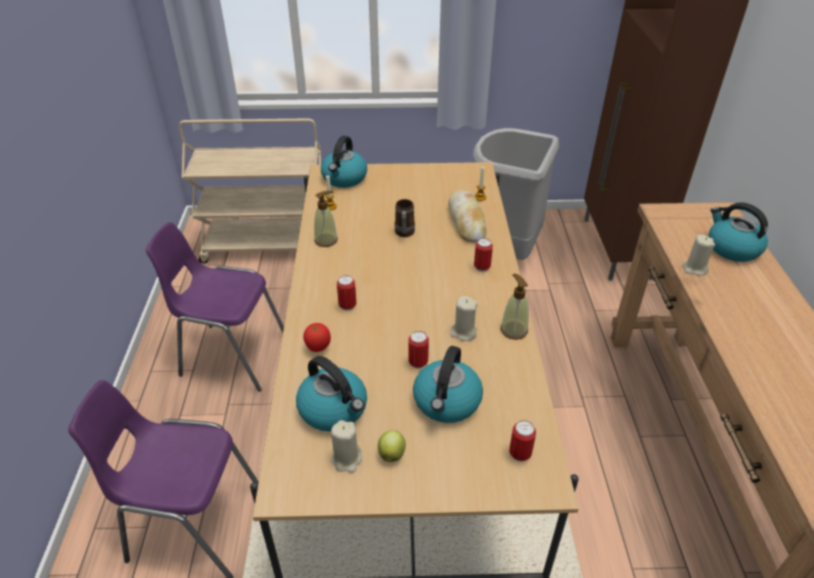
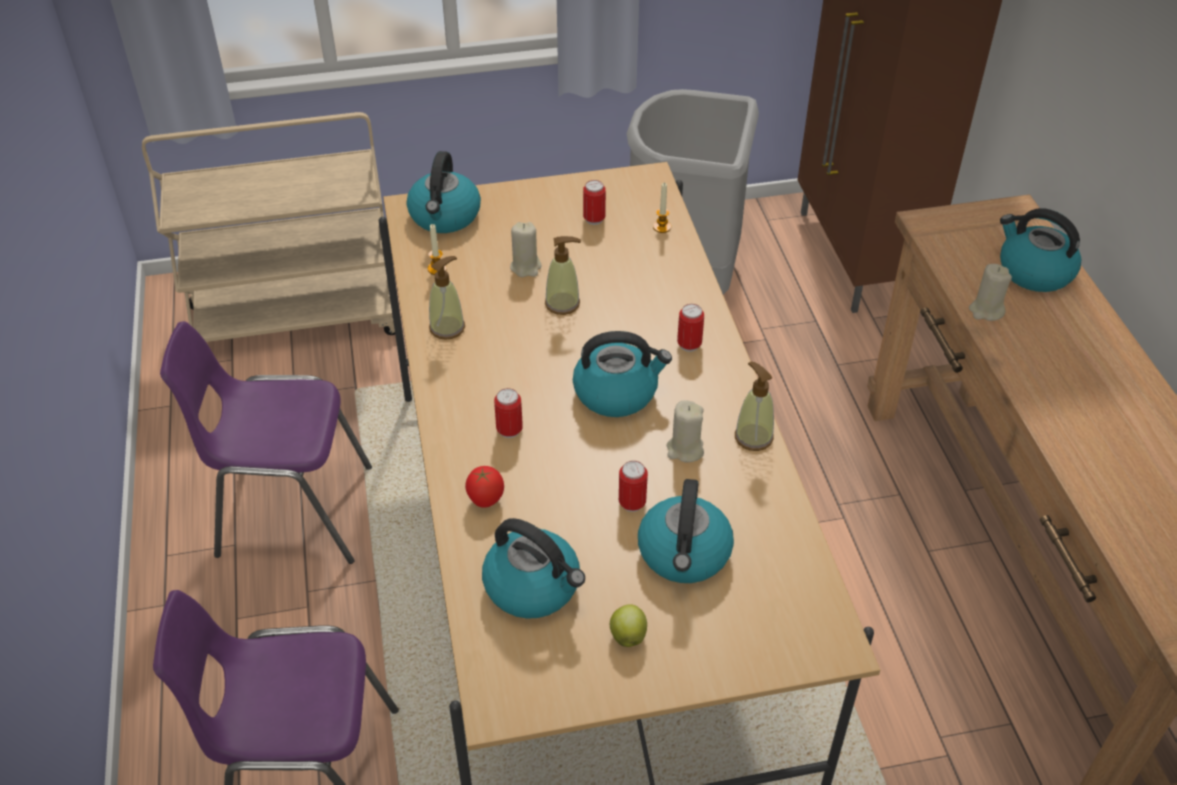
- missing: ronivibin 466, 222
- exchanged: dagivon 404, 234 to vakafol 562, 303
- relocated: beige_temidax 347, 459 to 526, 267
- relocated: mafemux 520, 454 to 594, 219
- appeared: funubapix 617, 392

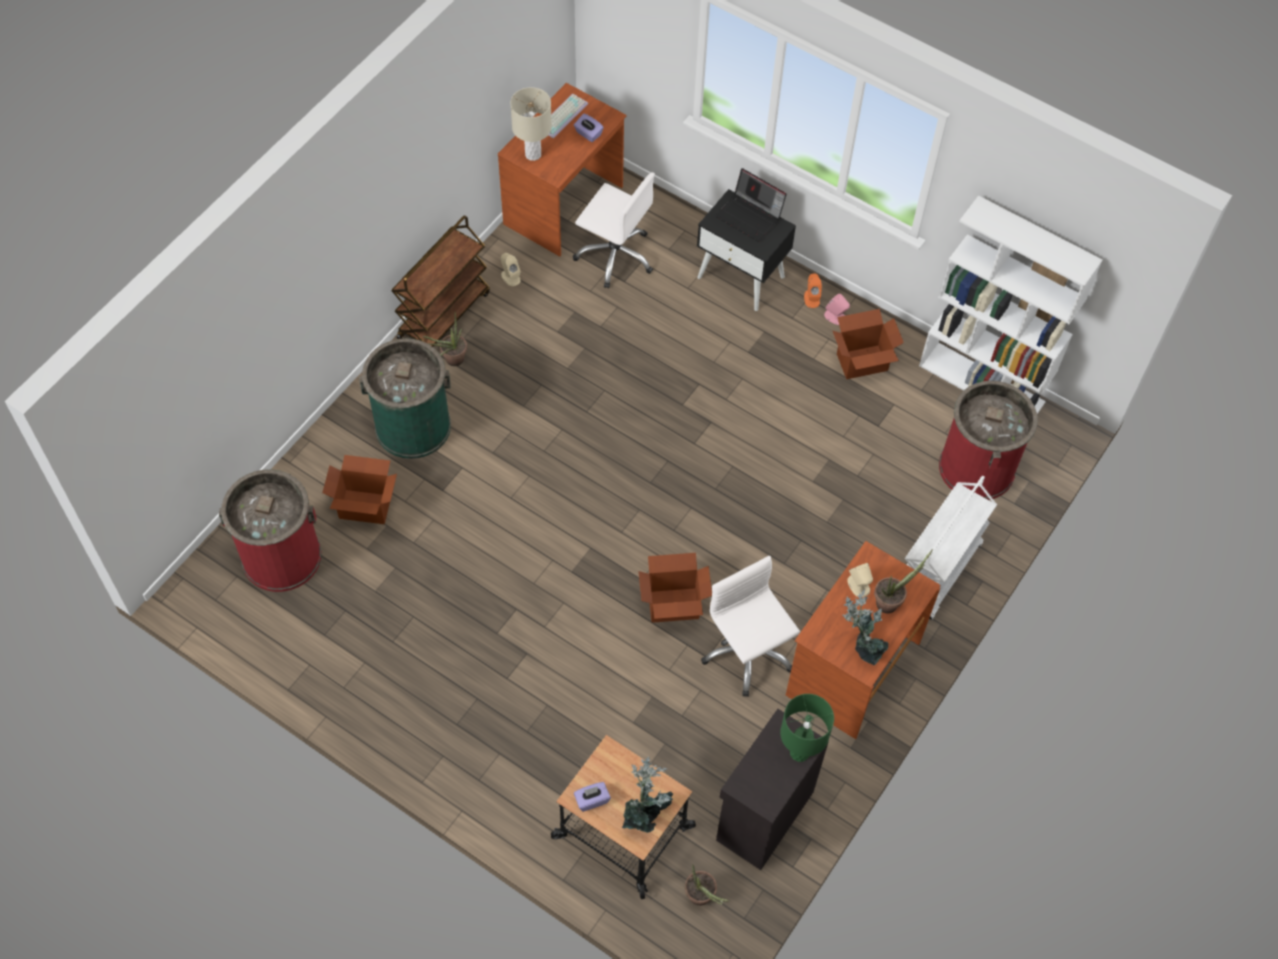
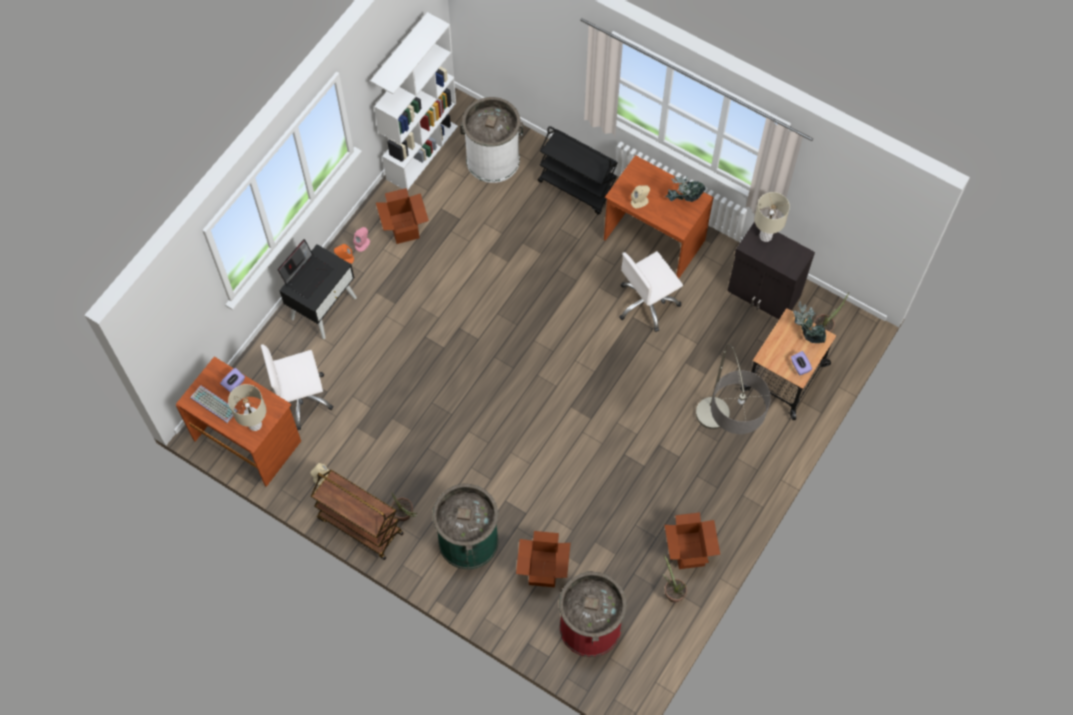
- spun: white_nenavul 615, 255 = 301, 399 135 degrees counterclockwise
- colour: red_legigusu 976, 467 to white_legigusu 493, 159
- colour: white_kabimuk 937, 572 to black_kabimuk 577, 187
- relocated: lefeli 891, 601 to 672, 592
- relocated: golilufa 673, 606 to 689, 550
- colour: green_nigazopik 799, 752 to beige_nigazopik 765, 236
- appeared: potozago 718, 451

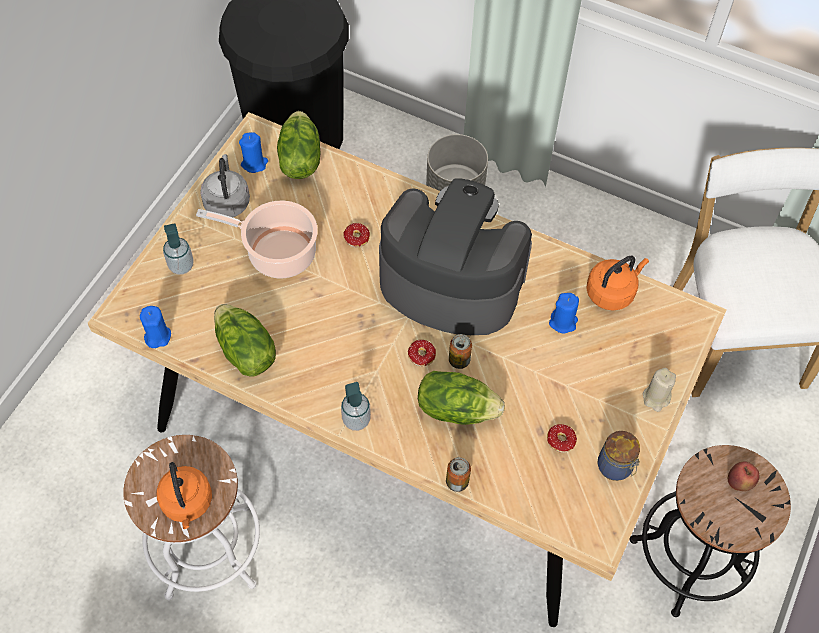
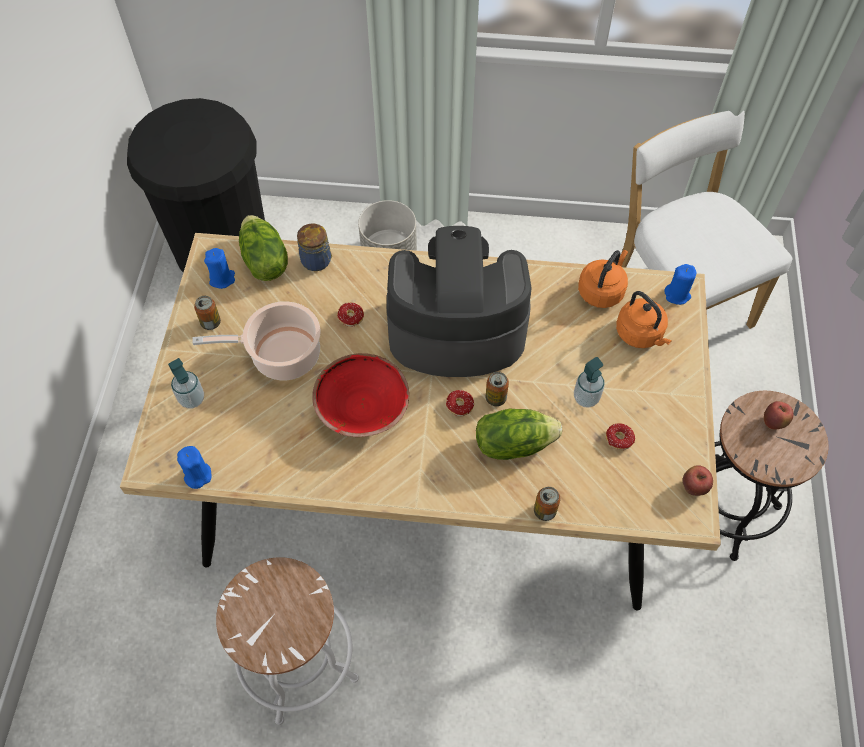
- exchanged: grey_funubapix 227, 201 to mafemux 211, 322
- relocated: blue_temidax 563, 322 to 677, 295
- missing: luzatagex 245, 352
- missing: beige_temidax 656, 398
- relocated: vakafol 356, 420 to 586, 398
- relocated: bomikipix 615, 467 to 317, 261
- relocated: orange_funubapix 187, 504 to 640, 334
- appeared: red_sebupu 362, 408
- appeared: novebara 693, 487

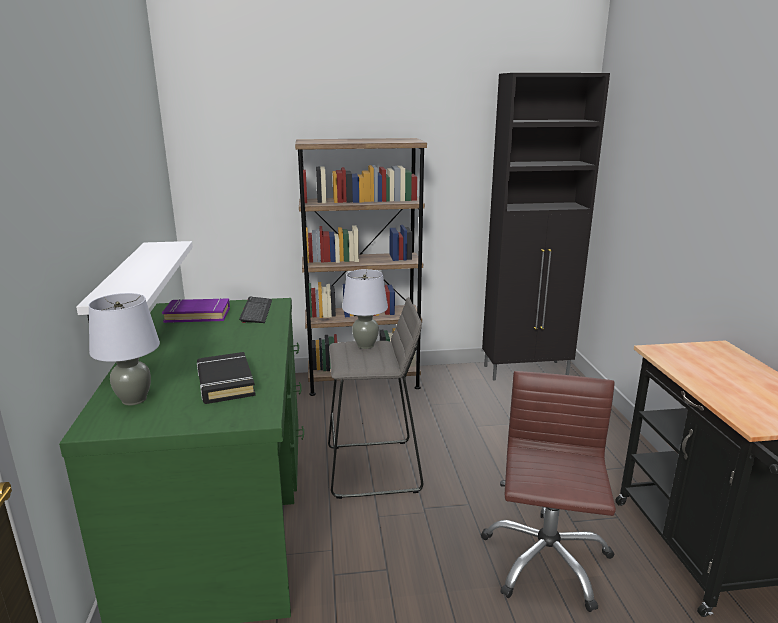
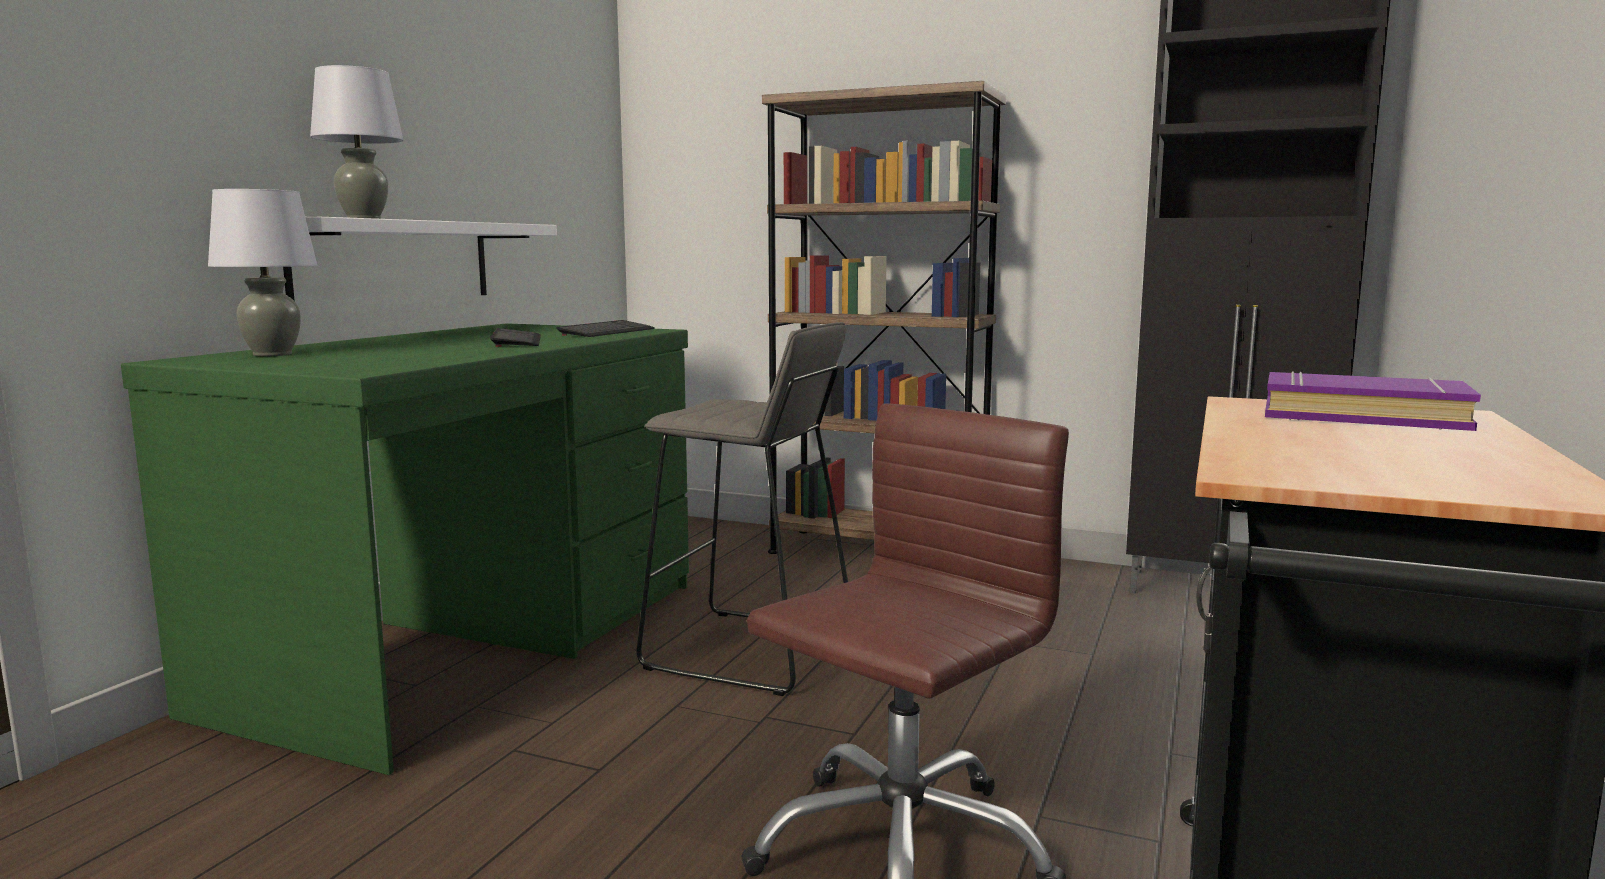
- relocated: grey_nigazopik 365, 345 to 364, 219
- relocated: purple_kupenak 198, 315 to 1362, 415
- missing: black_kupenak 225, 383
- appeared: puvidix 517, 341

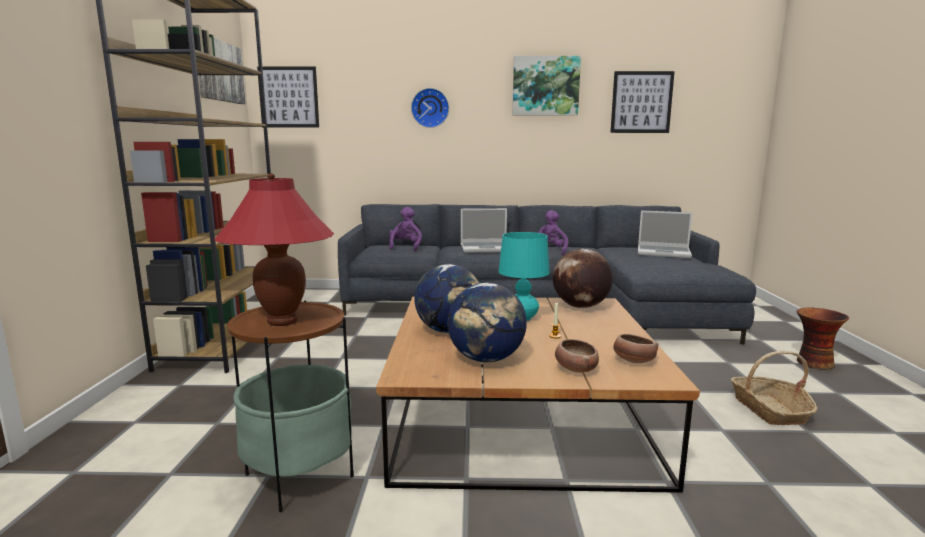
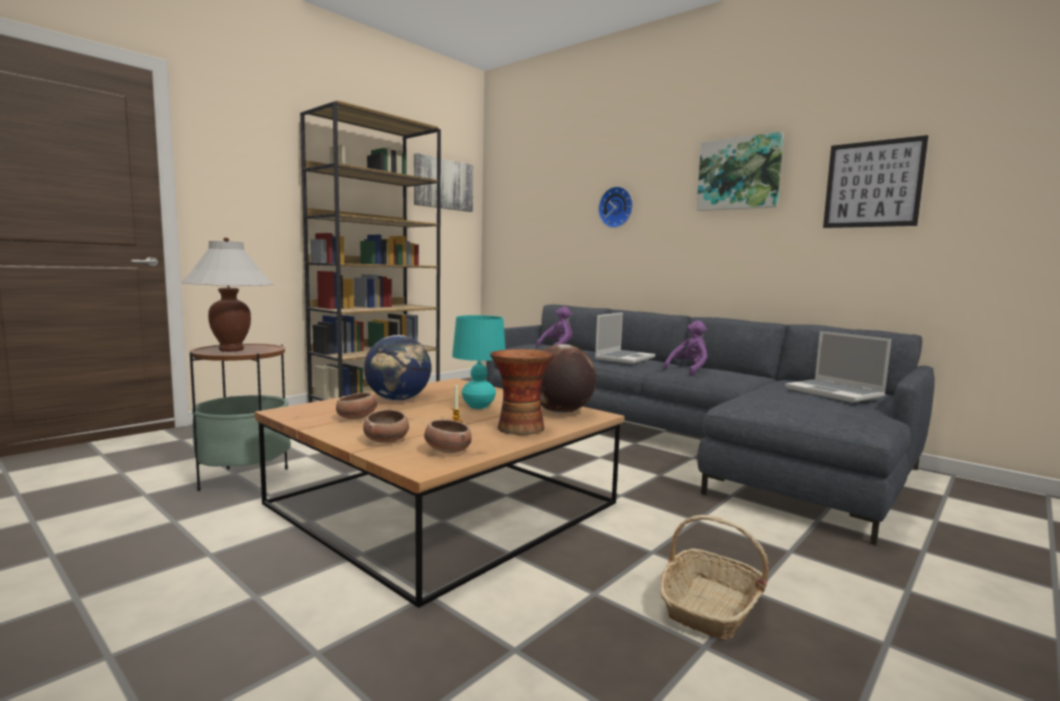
- missing: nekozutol 288, 97
- colour: red_nigazopik 283, 321 to white_nigazopik 231, 350
- spun: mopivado 486, 248 = 624, 358 90 degrees counterclockwise
- exchanged: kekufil 486, 359 to sebupu 357, 418
- relocated: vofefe 813, 363 to 519, 428

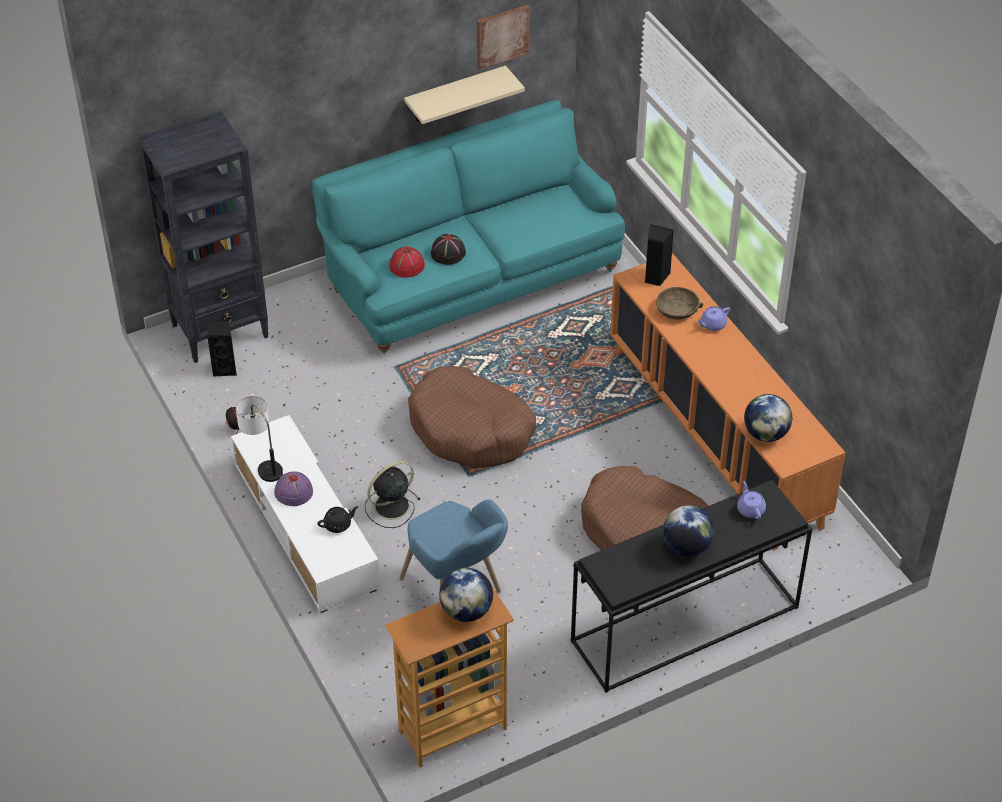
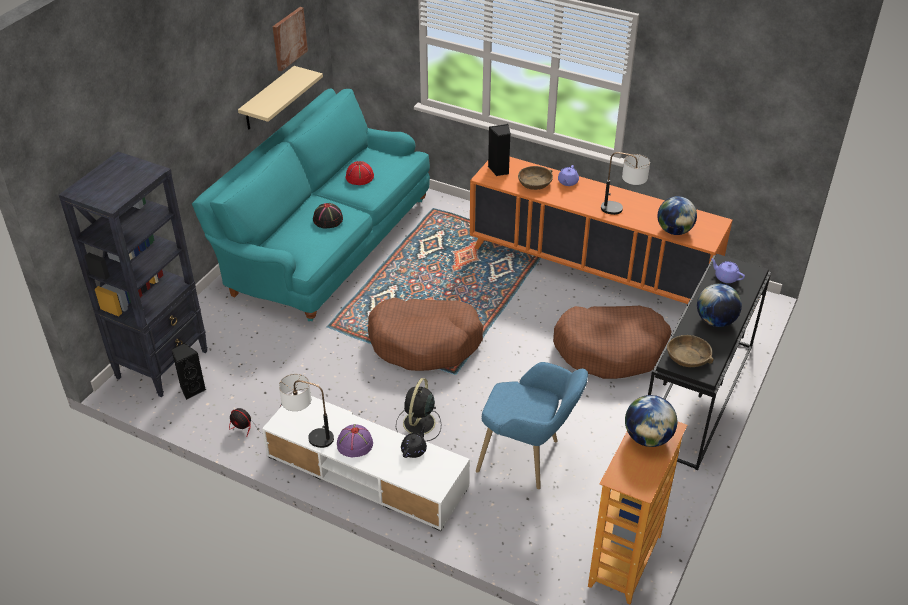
- relocated: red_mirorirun 406, 266 to 359, 177
- appeared: nigazopik 622, 210
- appeared: brown_sebupu 688, 357

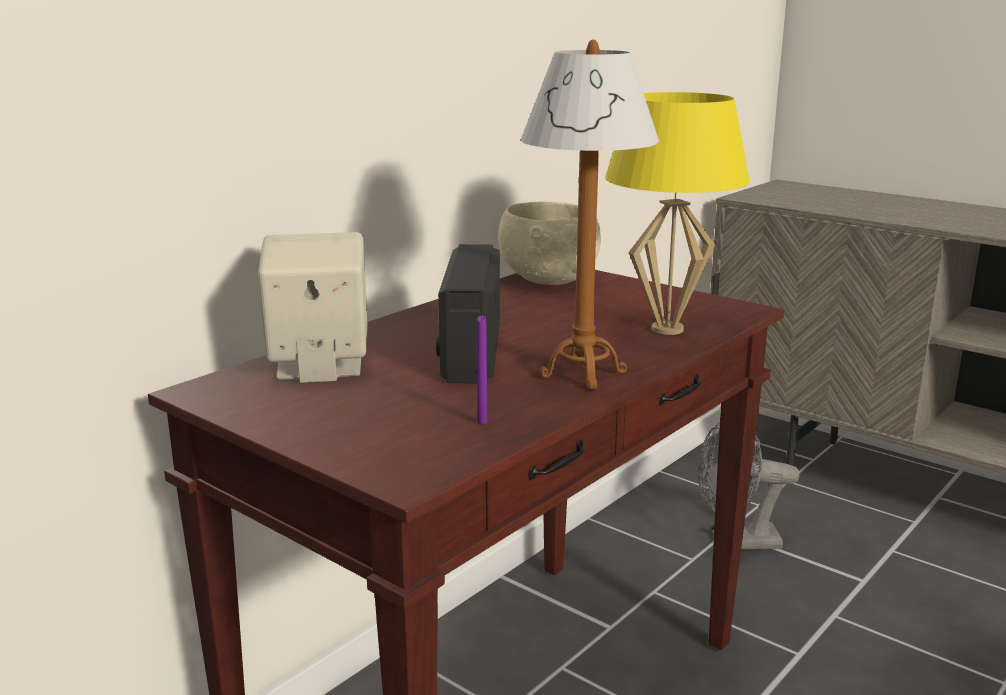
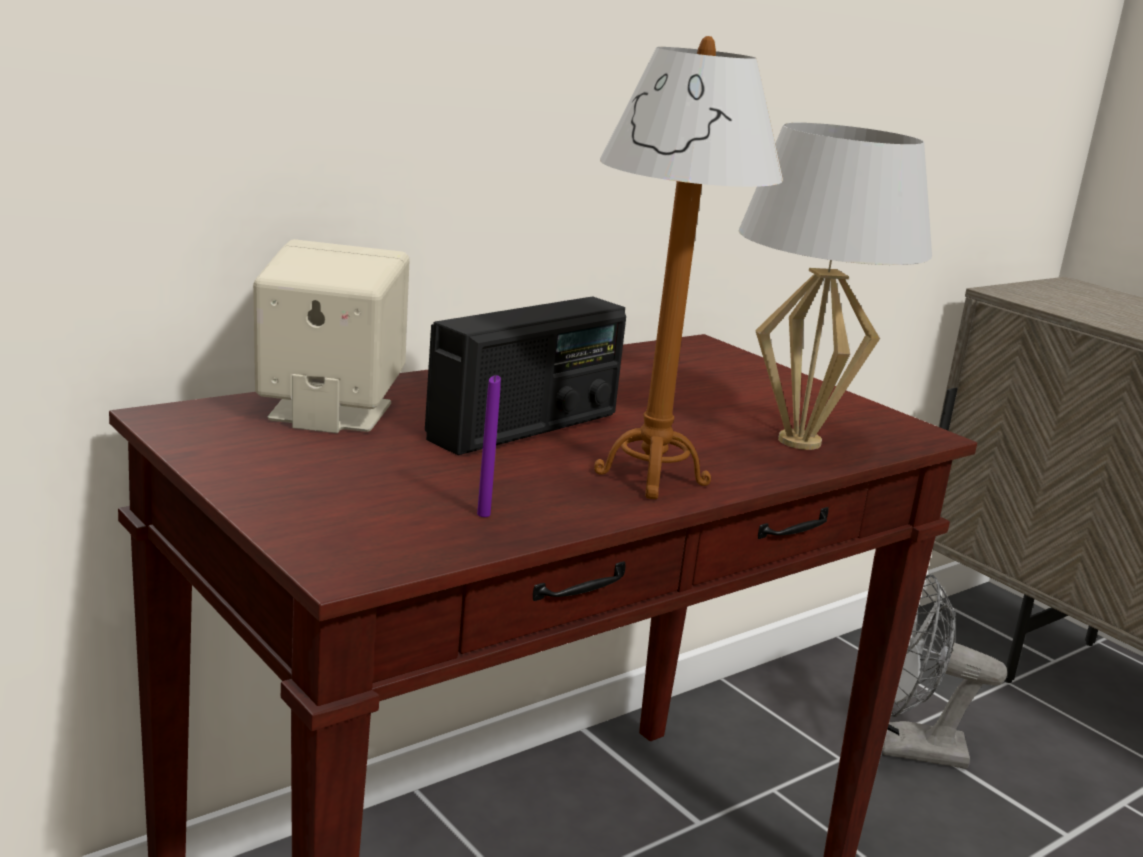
- colour: yellow_nigazopik 668, 329 to white_nigazopik 800, 441
- missing: beige_sebupu 549, 279
- spun: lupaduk 470, 352 = 525, 427 150 degrees counterclockwise

